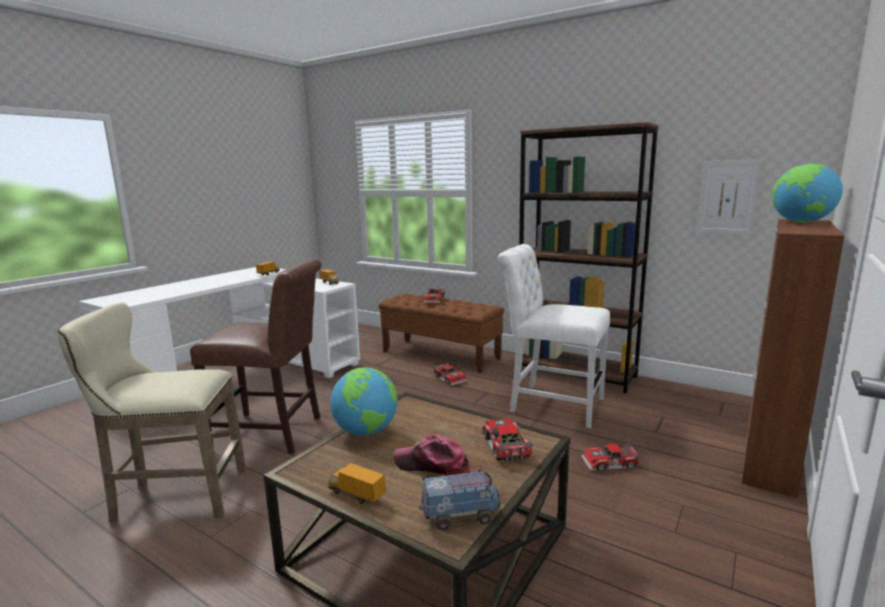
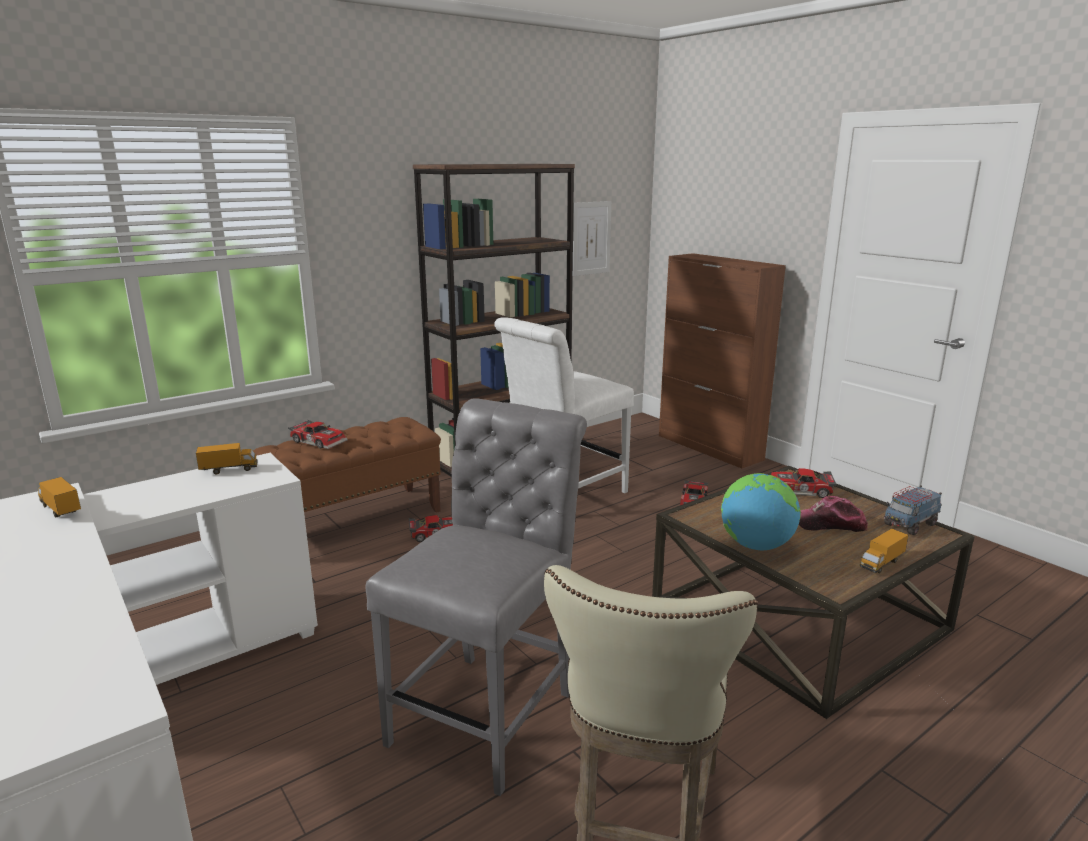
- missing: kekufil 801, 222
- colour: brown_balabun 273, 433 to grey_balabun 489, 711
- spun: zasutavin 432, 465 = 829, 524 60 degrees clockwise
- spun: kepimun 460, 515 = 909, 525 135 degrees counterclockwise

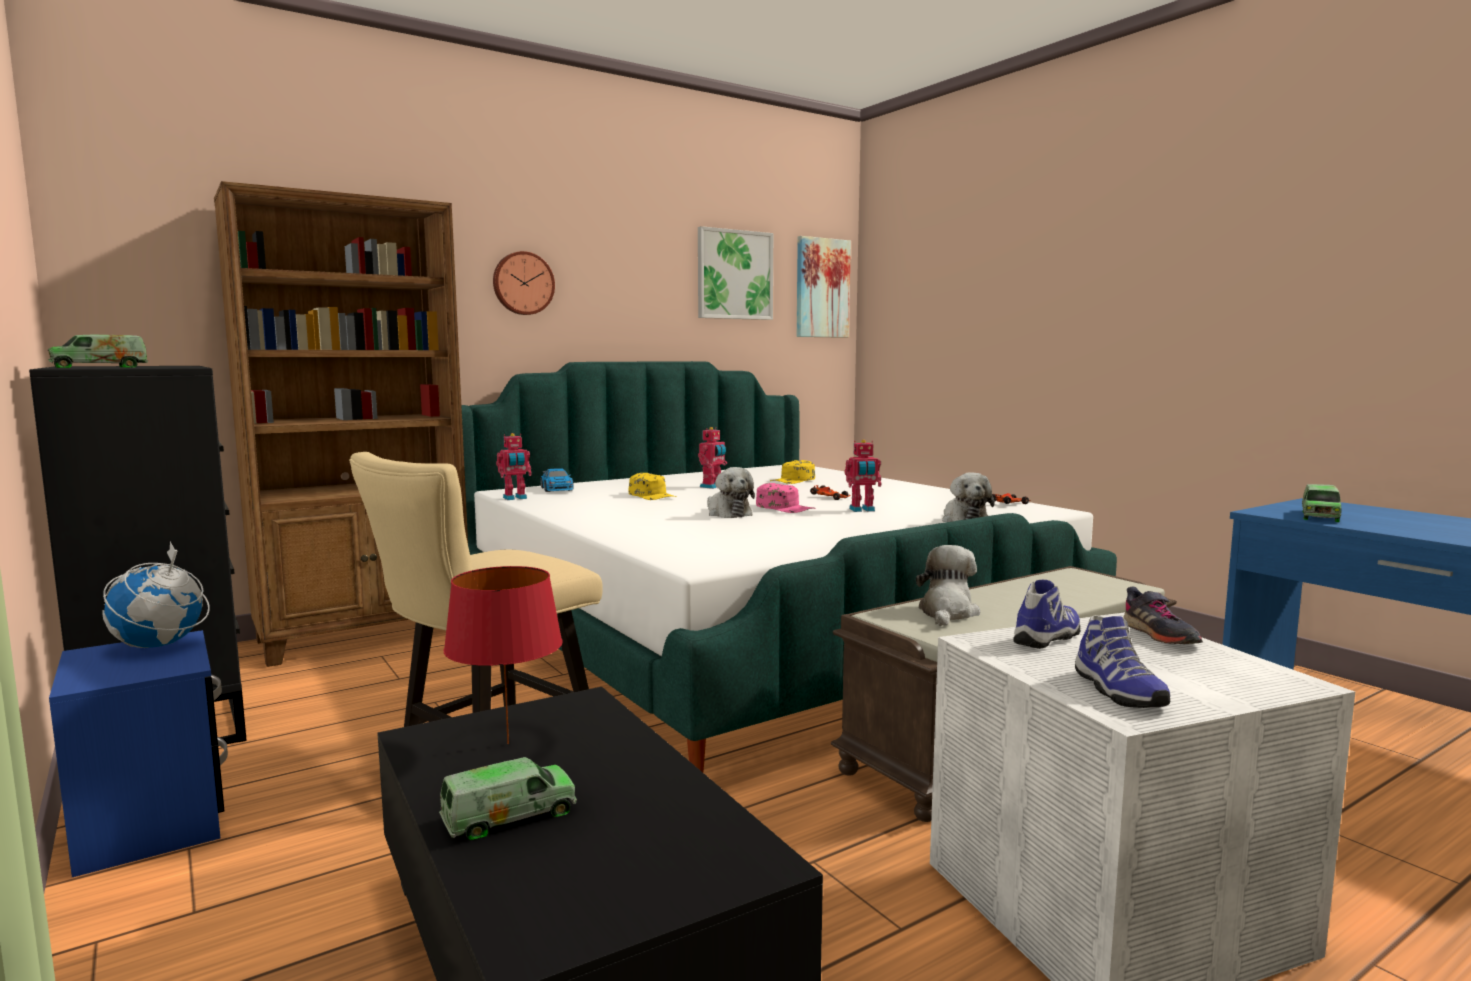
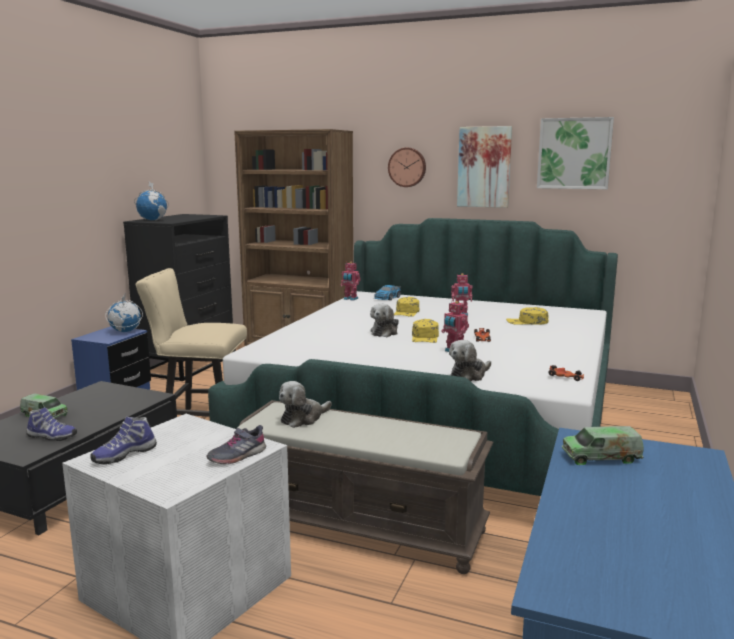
- relocated: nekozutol 822, 288 to 484, 167
- exchanged: kepimun 99, 367 to kekufil 153, 220
- colour: pink_zasutavin 785, 508 to yellow_zasutavin 425, 337
- spun: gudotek 947, 613 = 303, 418 150 degrees clockwise
- missing: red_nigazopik 508, 743
- relocated: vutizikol 1049, 638 to 51, 437

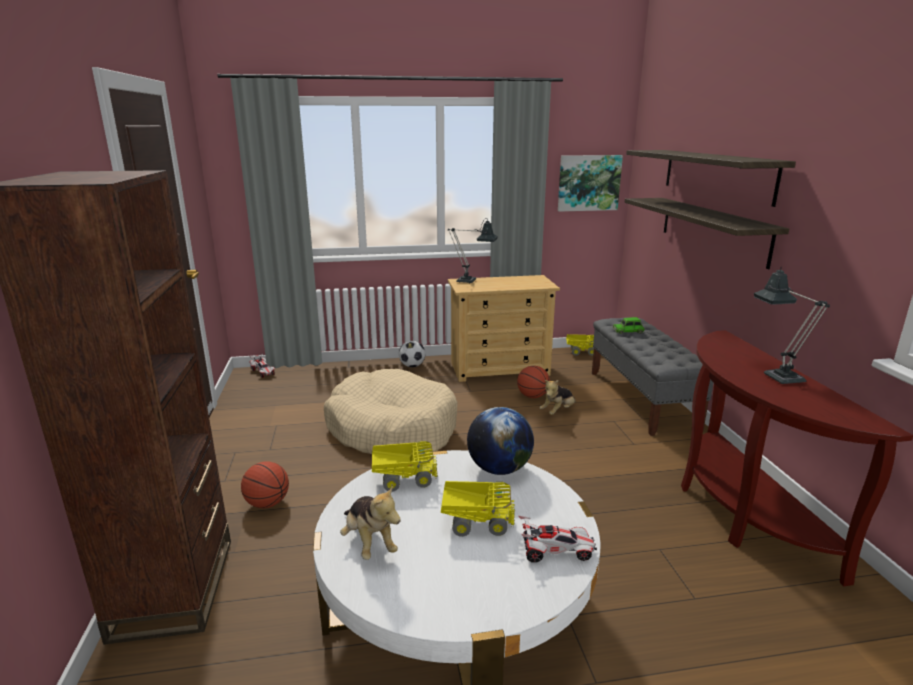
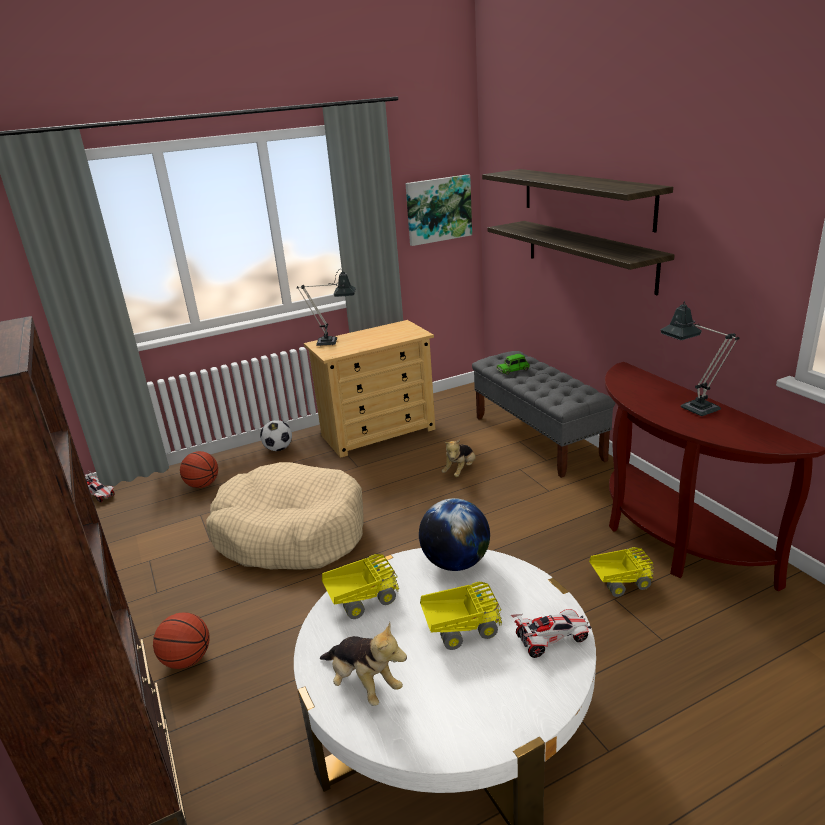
- relocated: kepimun 580, 352 to 620, 583
- relocated: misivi 532, 396 to 202, 485

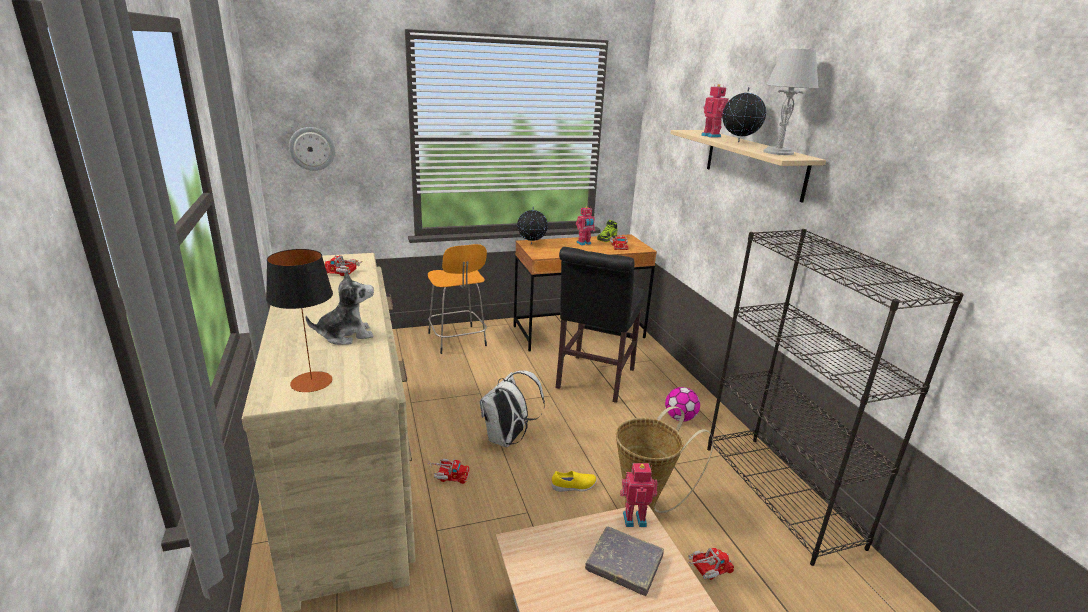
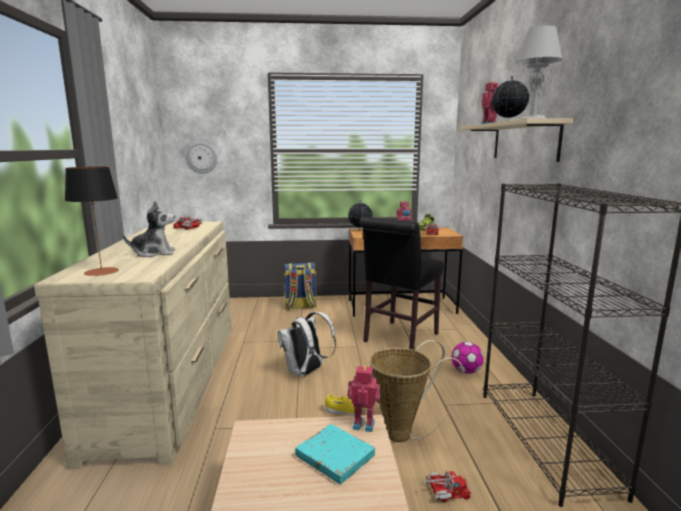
- exchanged: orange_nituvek 457, 340 to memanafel 300, 306
- missing: kepimun 448, 475
- colour: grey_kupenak 624, 563 to turquoise_kupenak 335, 456

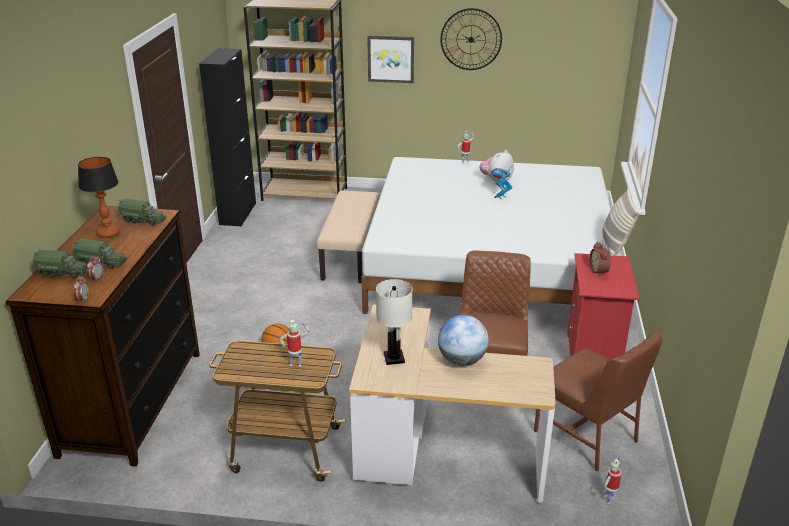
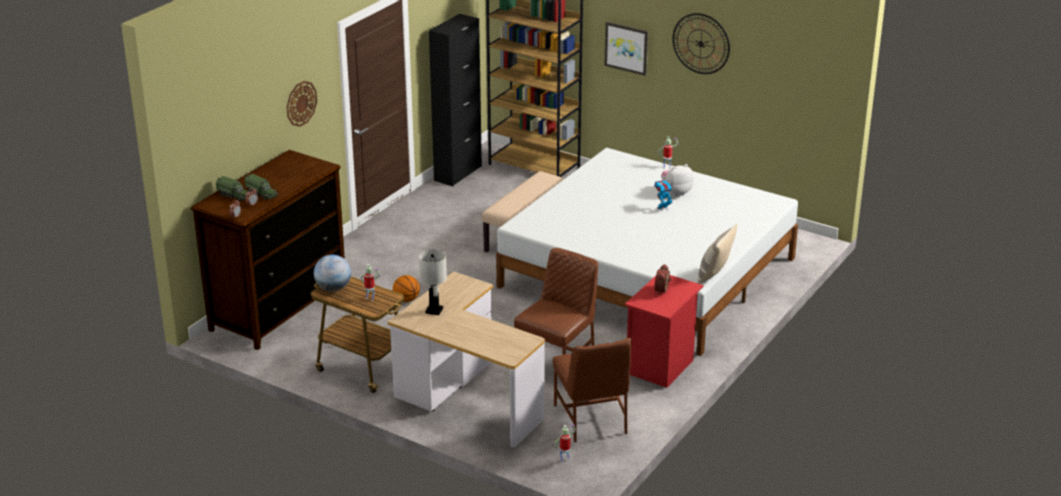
- missing: nigazopik 108, 233
- missing: kepimun 143, 220
- relocated: kekufil 462, 360 to 333, 288
- appeared: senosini 301, 103

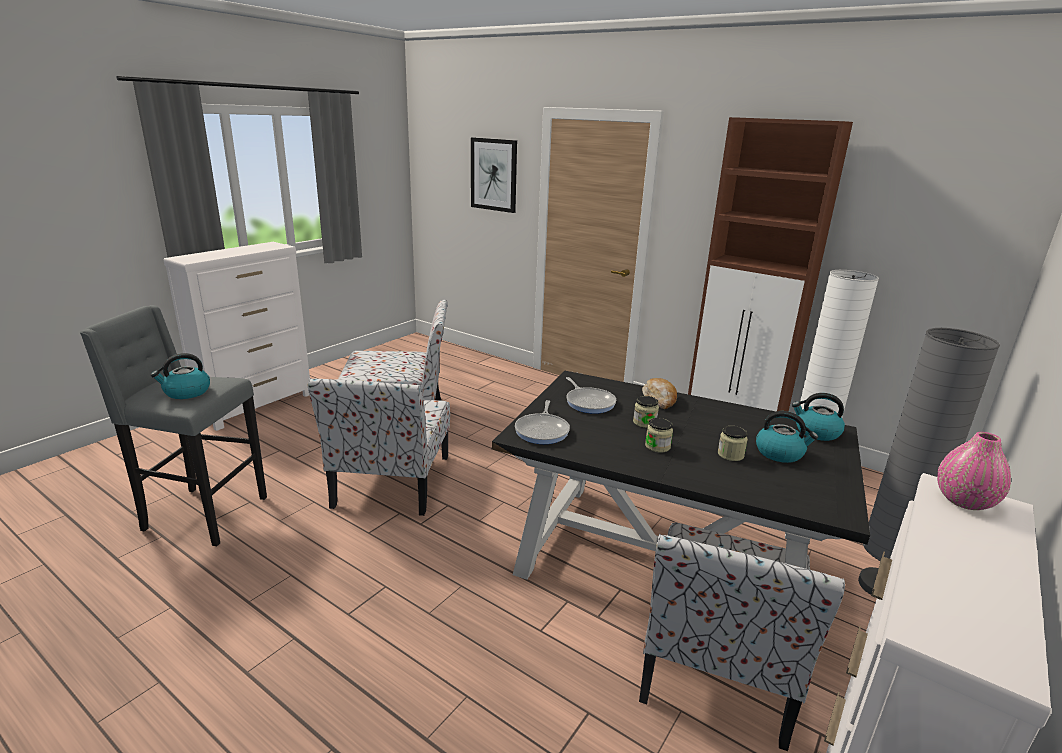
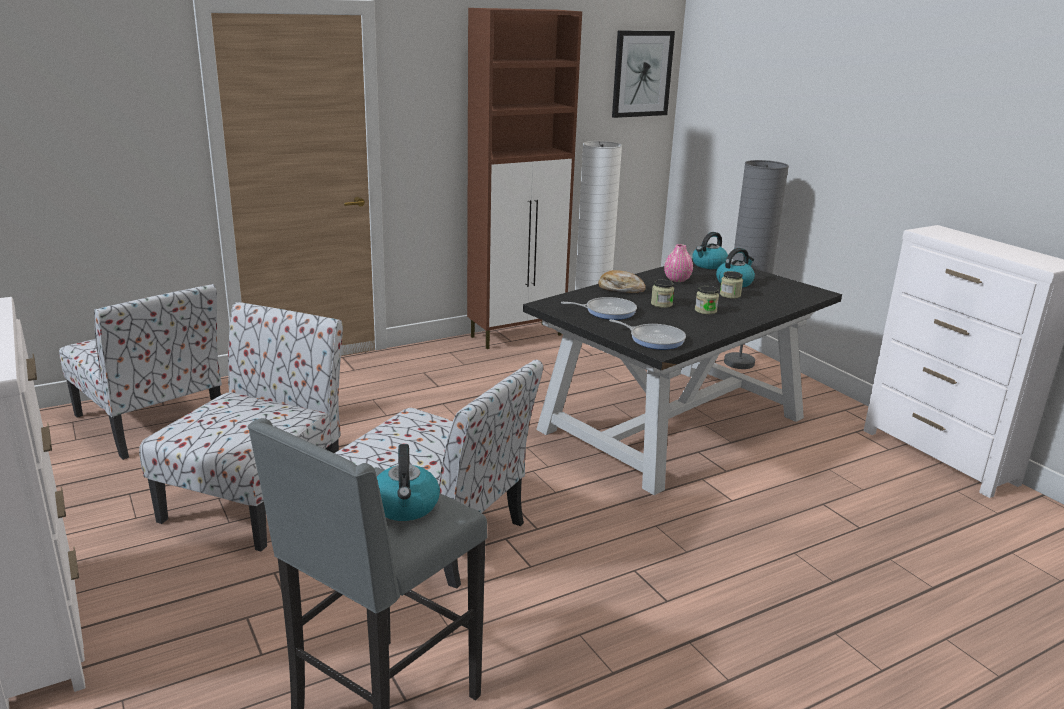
- relocated: nekozutol 494, 175 to 642, 74
- relocated: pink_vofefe 964, 501 to 677, 279
- relocated: balabun 717, 665 to 151, 422

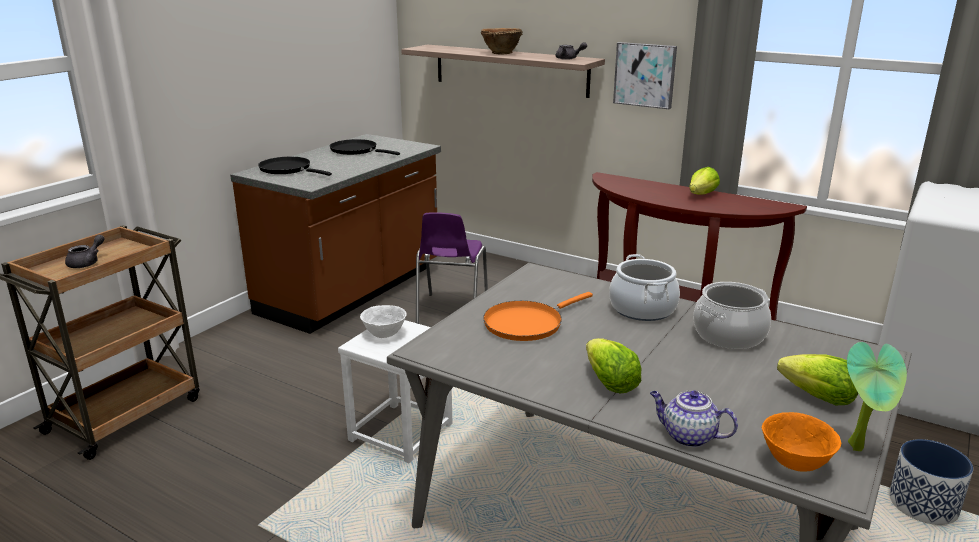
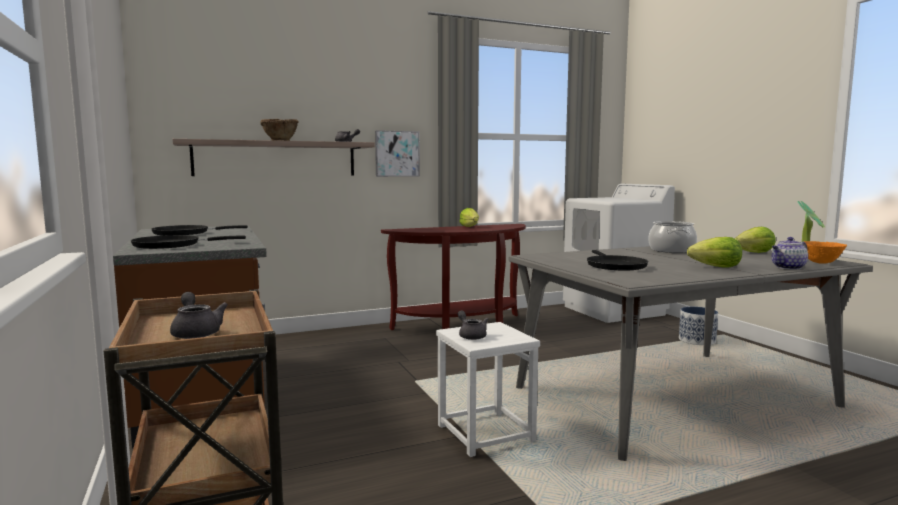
- missing: purple_balabun 451, 311
- missing: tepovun 642, 309
- colour: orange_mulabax 527, 324 to black_mulabax 614, 266
- exchanged: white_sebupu 384, 334 to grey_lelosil 471, 335

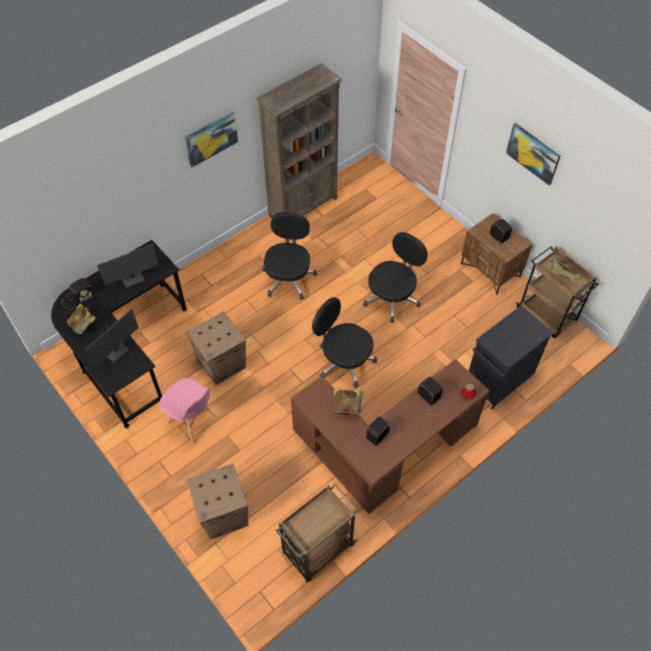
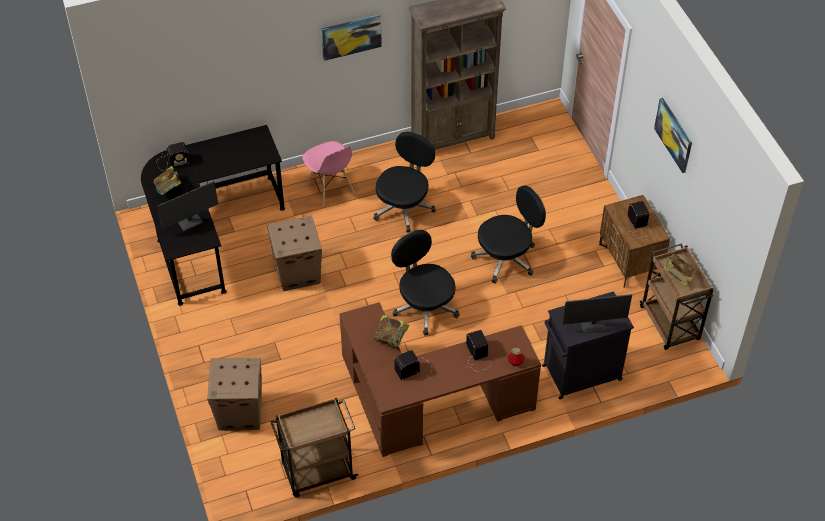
- relocated: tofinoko 133, 278 to 593, 325
- relocated: pink_balabun 192, 421 to 330, 188

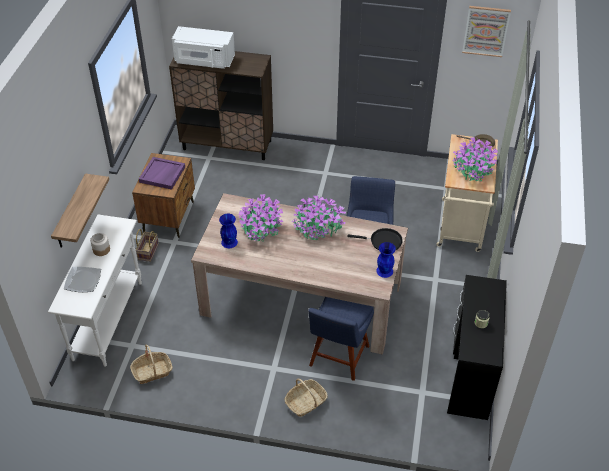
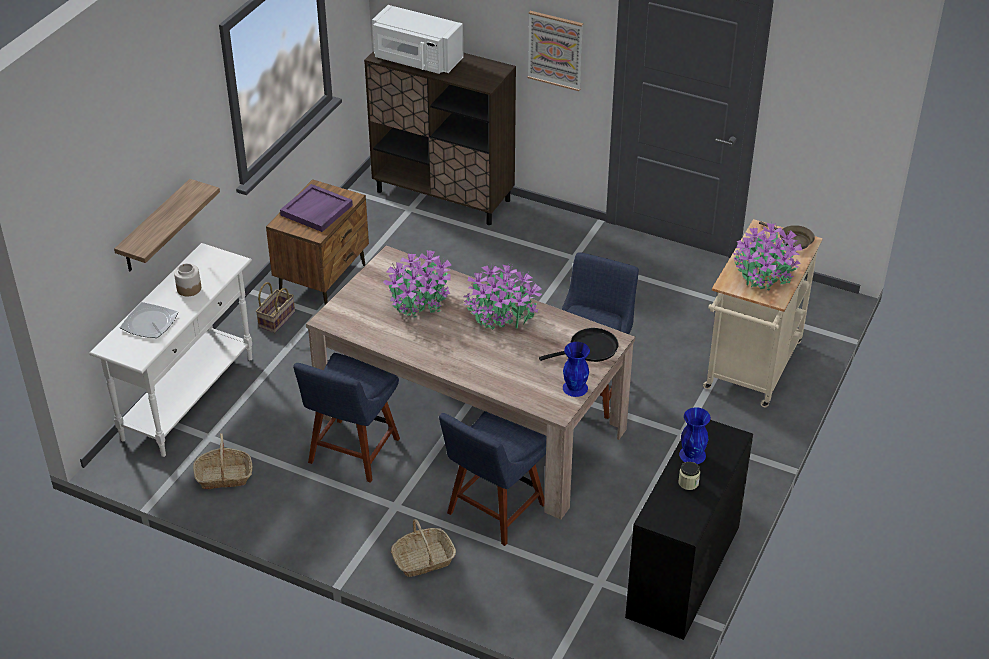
- relocated: nekozutol 486, 31 to 555, 50
- relocated: blue_vofefe 229, 242 to 692, 454
- spun: black_mulabax 383, 241 = 590, 349 45 degrees counterclockwise
- appeared: blue_balabun 351, 453

